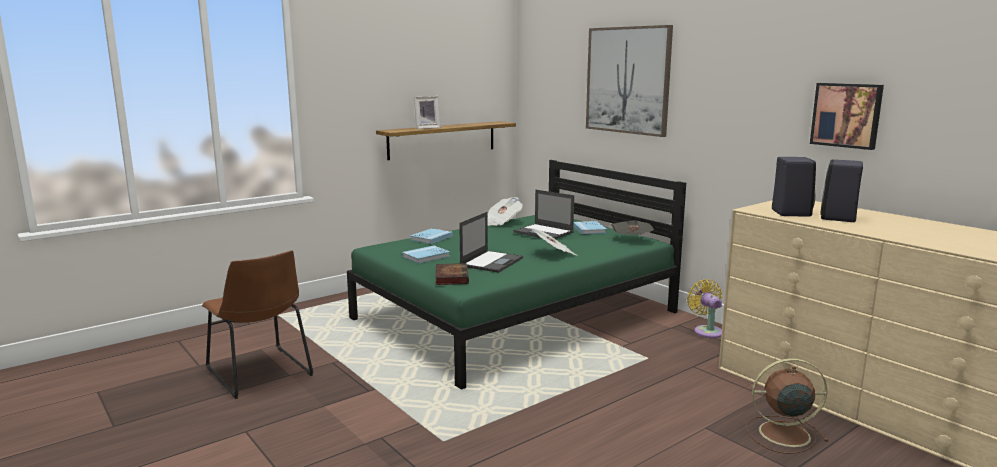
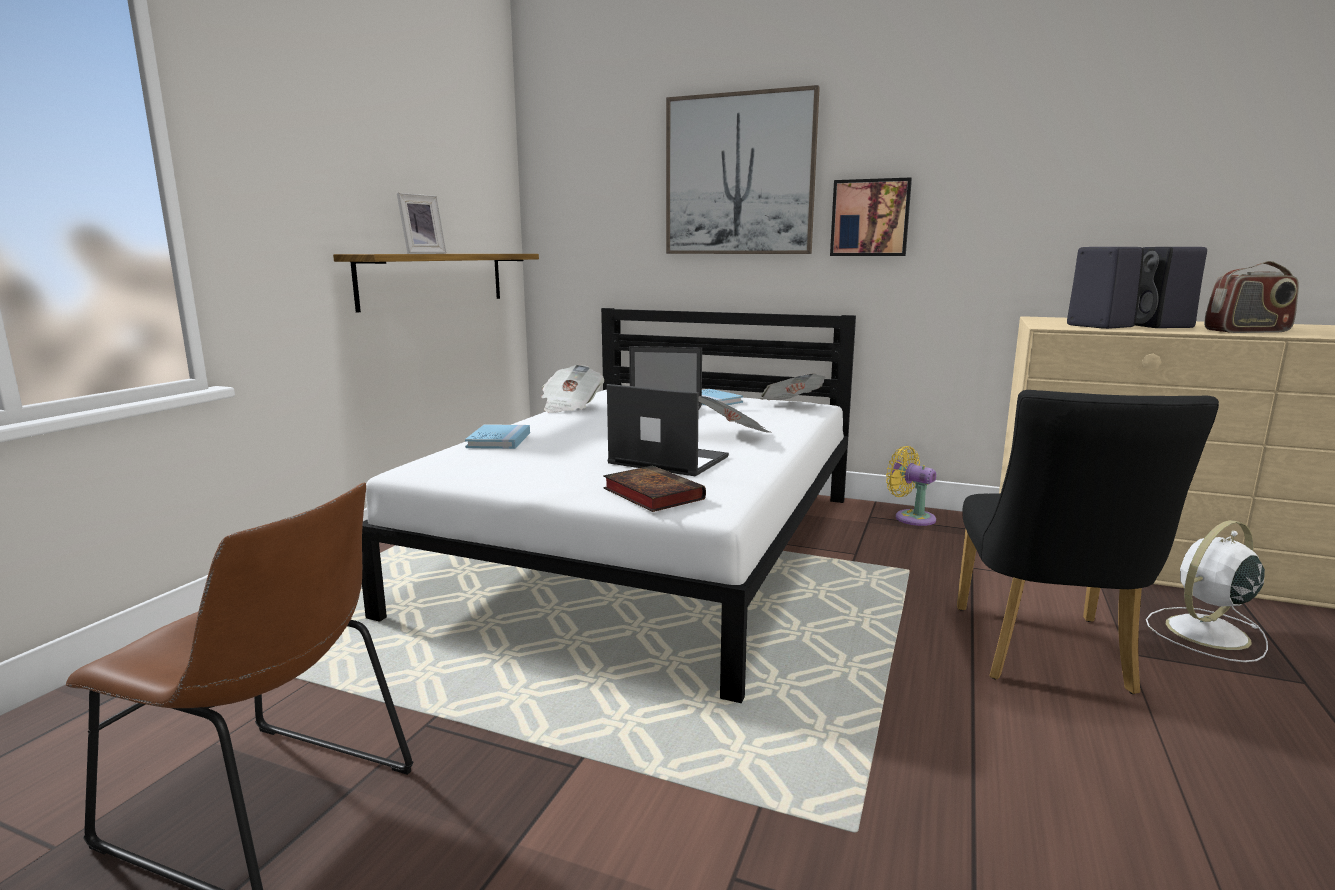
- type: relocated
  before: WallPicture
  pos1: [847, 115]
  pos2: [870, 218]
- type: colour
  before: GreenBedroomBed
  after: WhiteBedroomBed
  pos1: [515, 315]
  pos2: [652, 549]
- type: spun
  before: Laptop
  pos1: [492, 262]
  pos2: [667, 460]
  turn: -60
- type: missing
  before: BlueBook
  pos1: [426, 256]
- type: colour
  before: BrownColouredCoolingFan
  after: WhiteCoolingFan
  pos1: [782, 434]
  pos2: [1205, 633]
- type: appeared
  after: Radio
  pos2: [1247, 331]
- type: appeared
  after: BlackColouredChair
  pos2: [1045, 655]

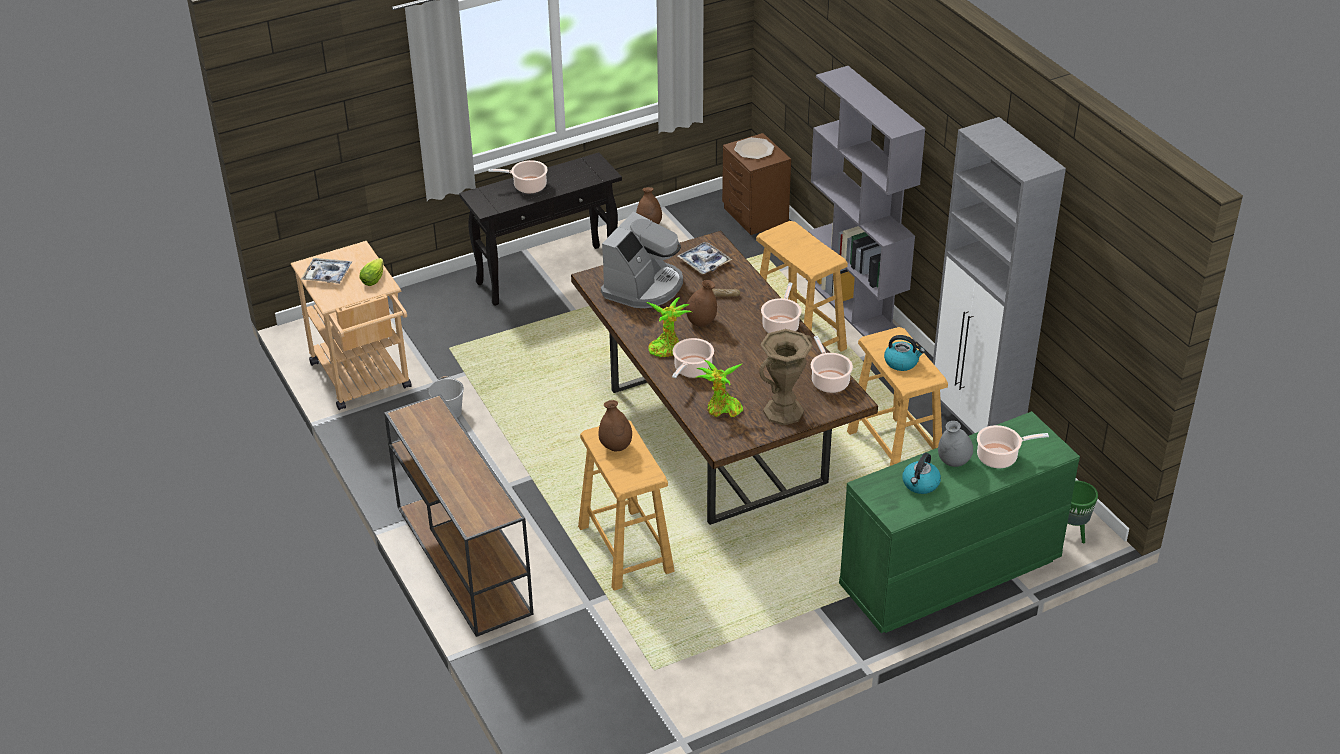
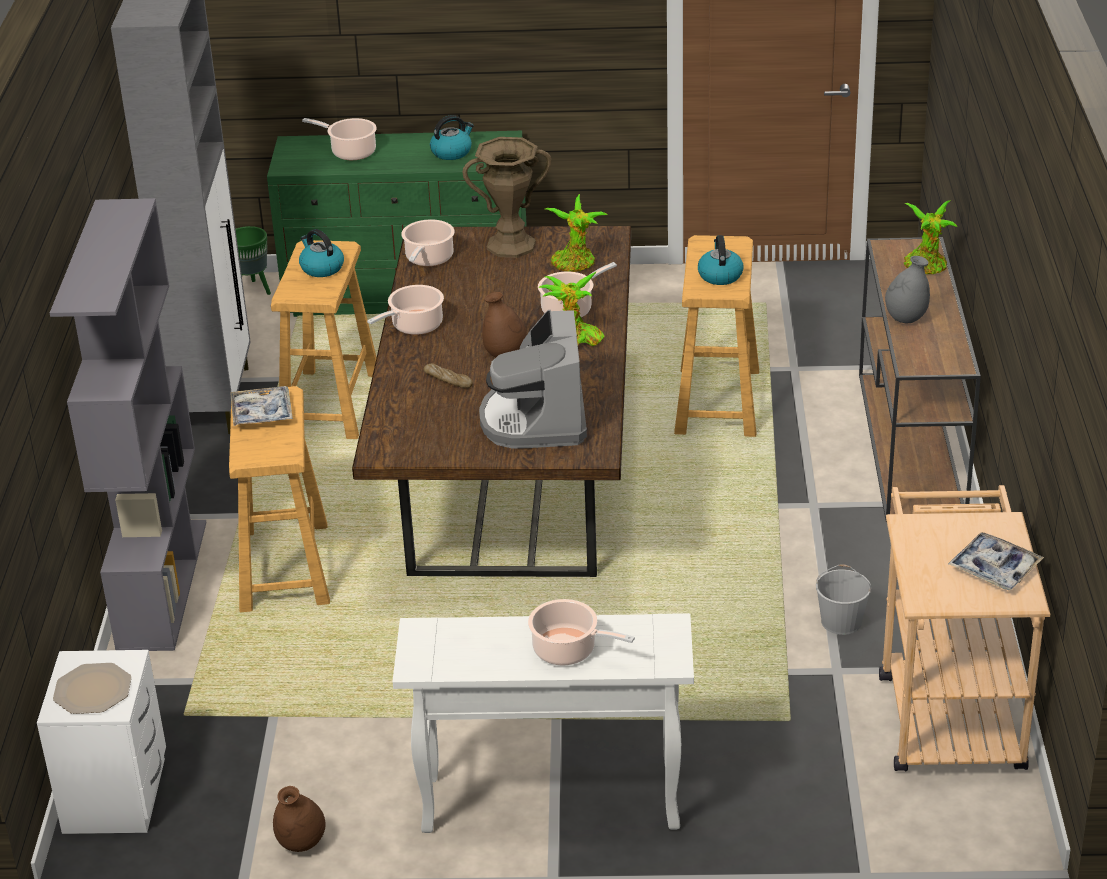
- type: colour
  before: BrownColouredNightTable
  after: WhiteNightTable
  pos1: [755, 216]
  pos2: [118, 794]
- type: colour
  before: BlackColouredNarrowTable
  after: WhiteNarrowTable
  pos1: [547, 274]
  pos2: [548, 803]
- type: spun
  before: CoffeeMaker
  pos1: [643, 287]
  pos2: [536, 419]
  turn: -60
- type: relocated
  before: ServingTray
  pos1: [704, 262]
  pos2: [262, 413]
- type: missing
  before: HeadOfLettuce
  pos1: [374, 278]
- type: exchanged
  before: BrownColouredDecorativeVase
  after: WaterKettle
  pos1: [615, 446]
  pos2: [720, 275]
- type: relocated
  before: GrayDecorativeVase
  pos1: [953, 462]
  pos2: [906, 318]
- type: appeared
  after: PottedPlant
  pos2: [926, 267]

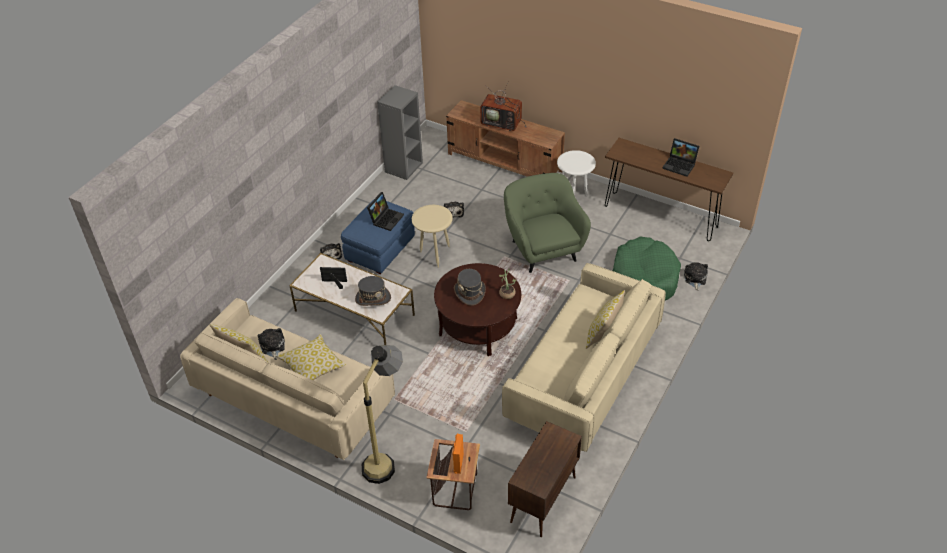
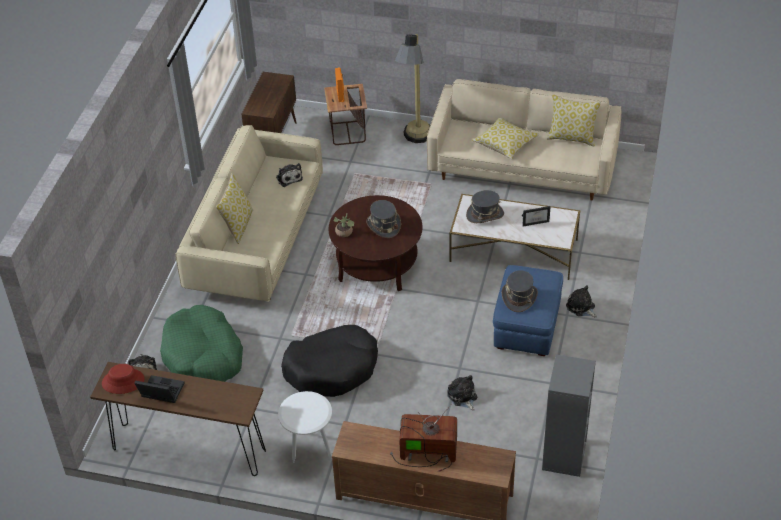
- type: exchanged
  before: GreenArmchair
  after: BlackColouredPetBed
  pos1: [543, 249]
  pos2: [332, 368]
- type: exchanged
  before: Laptop
  after: GrayWearableHat
  pos1: [386, 218]
  pos2: [519, 297]
- type: missing
  before: SandColouredAccentTable
  pos1: [434, 255]
- type: relocated
  before: PlushToy
  pos1: [272, 347]
  pos2: [288, 177]
- type: appeared
  after: RedWearableHat
  pos2: [123, 381]

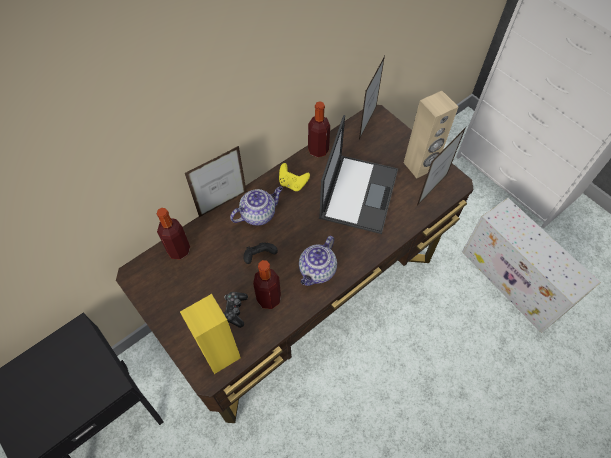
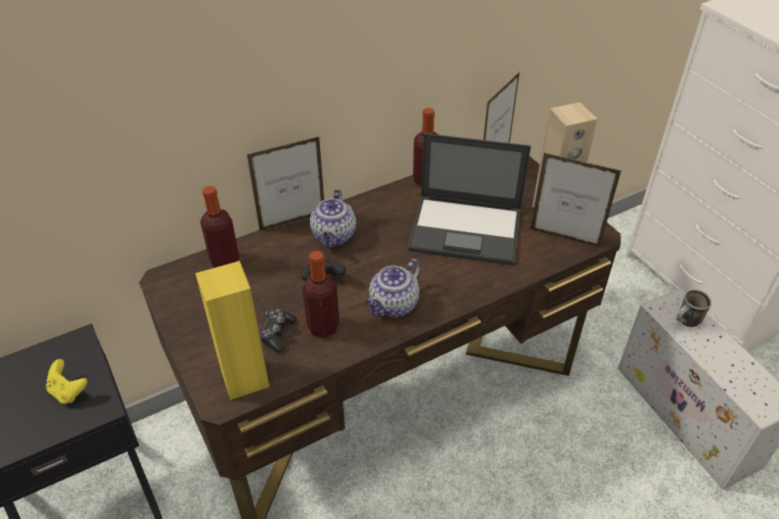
- type: spun
  before: Laptop
  pos1: [359, 193]
  pos2: [467, 230]
  turn: 75
- type: spun
  before: PhotoFrame
  pos1: [432, 189]
  pos2: [564, 238]
  turn: 60
- type: relocated
  before: YellowishGamepad
  pos1: [292, 183]
  pos2: [68, 391]
- type: spun
  before: PotForTea
  pos1: [258, 214]
  pos2: [334, 236]
  turn: 120
- type: appeared
  after: CoffeeMug
  pos2: [686, 322]

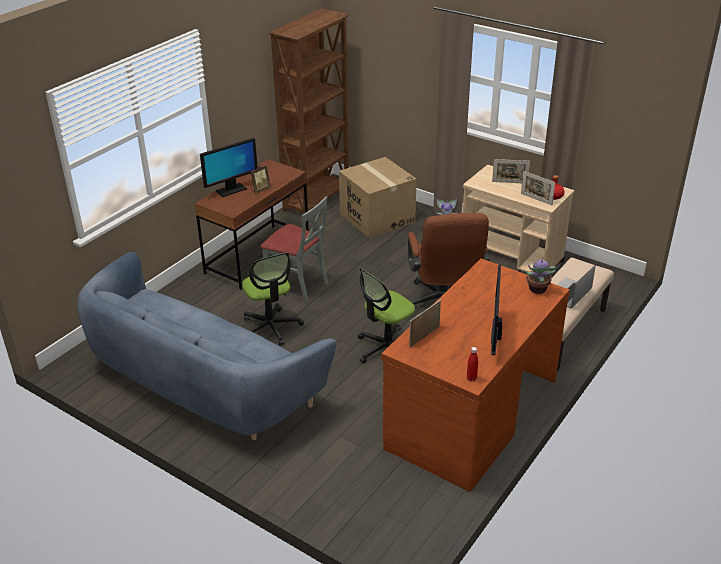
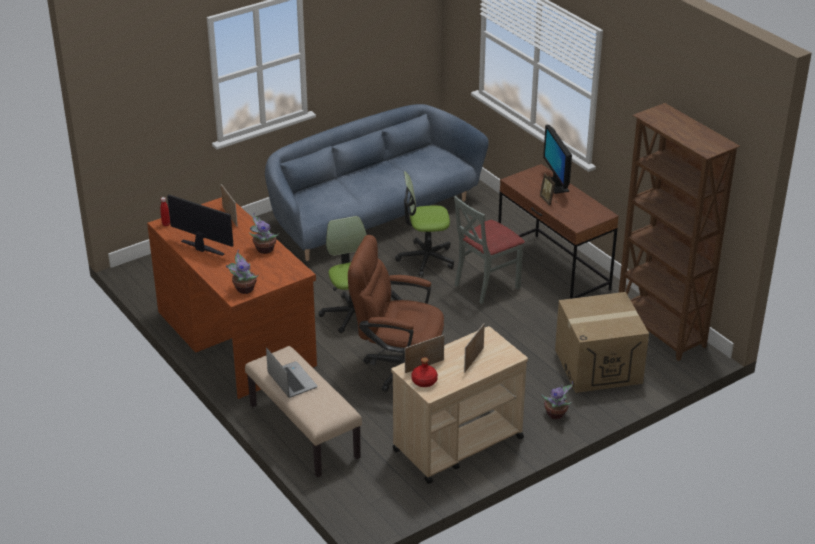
- type: appeared
  after: PottedPlant
  pos2: [264, 249]

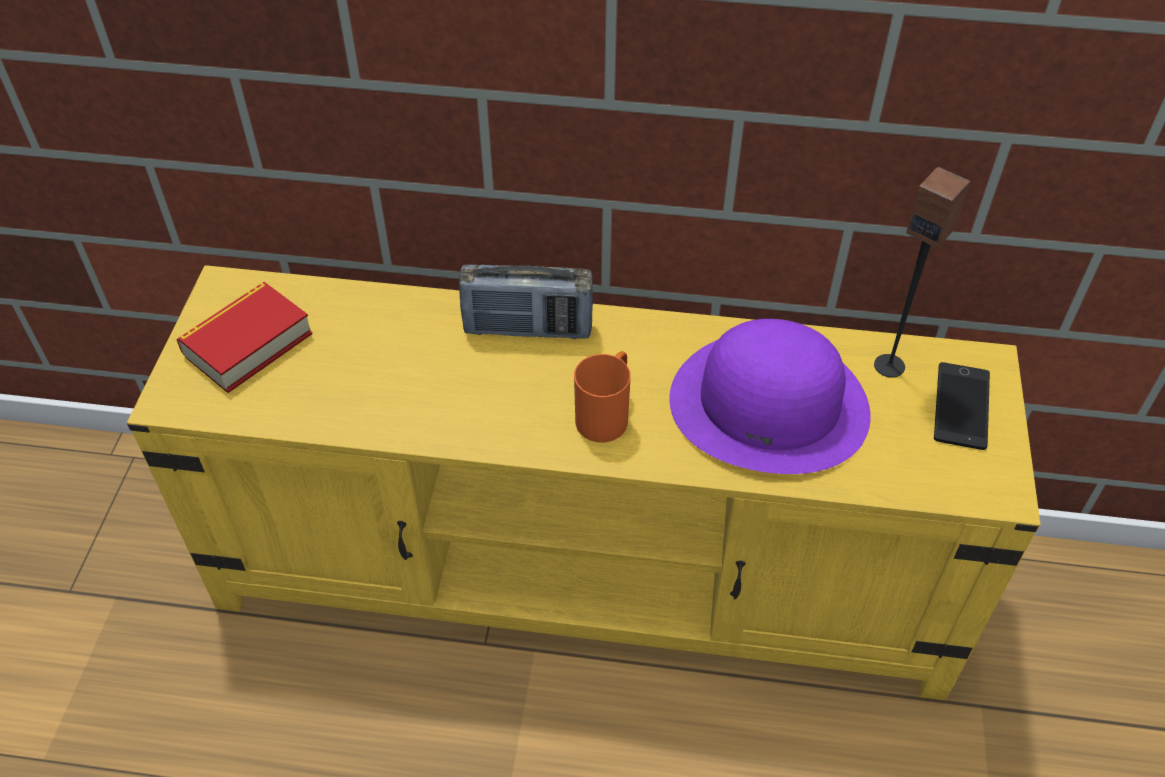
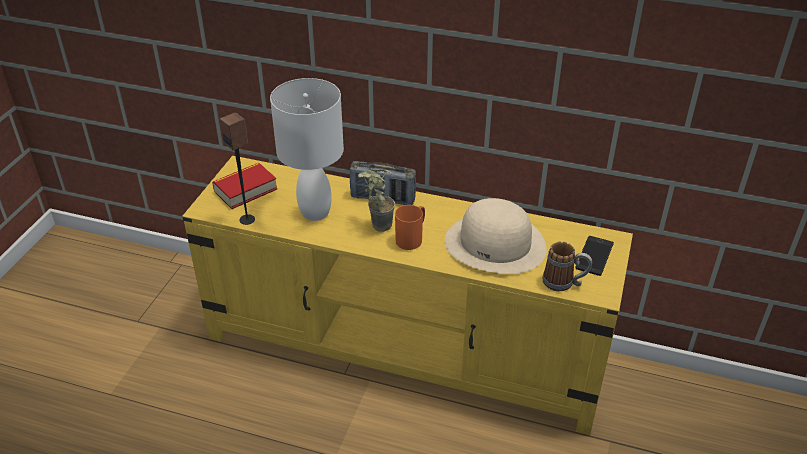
- type: relocated
  before: Loudspeaker
  pos1: [889, 365]
  pos2: [247, 219]
- type: colour
  before: PurpleWearableHat
  after: SandColouredWearableHat
  pos1: [770, 404]
  pos2: [495, 244]
- type: appeared
  after: WhiteLampForATable
  pos2: [316, 212]
- type: appeared
  after: PottedPlant
  pos2: [375, 225]
- type: appeared
  after: CoffeeMug
  pos2: [564, 283]

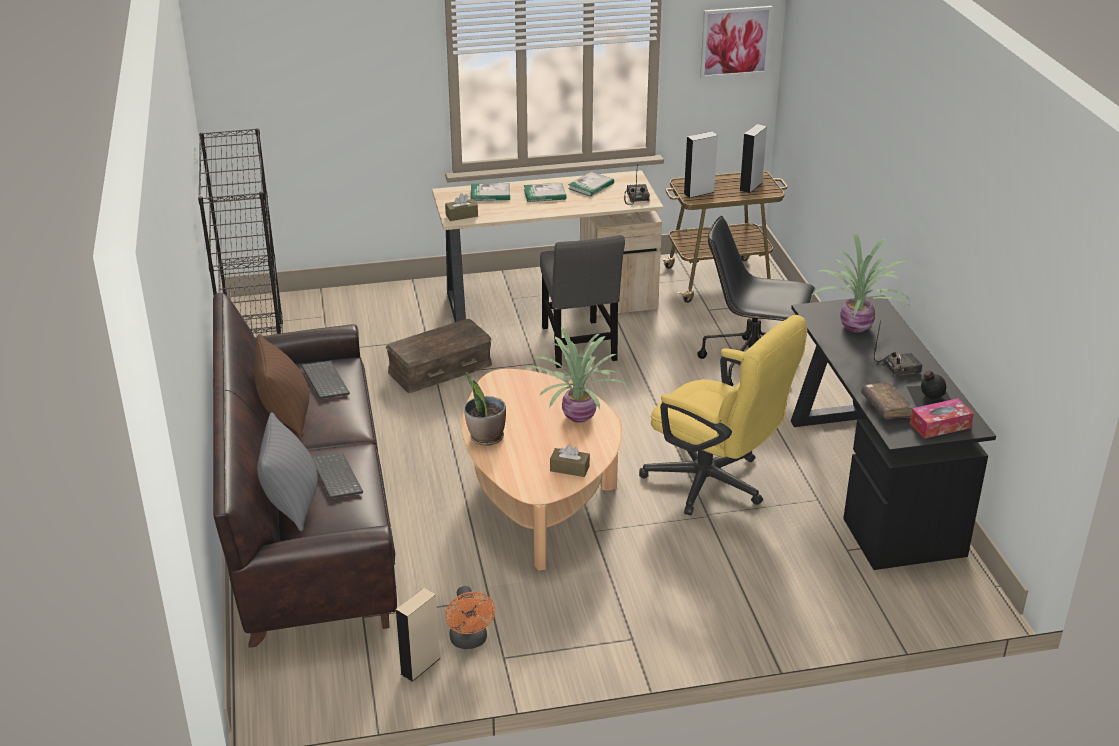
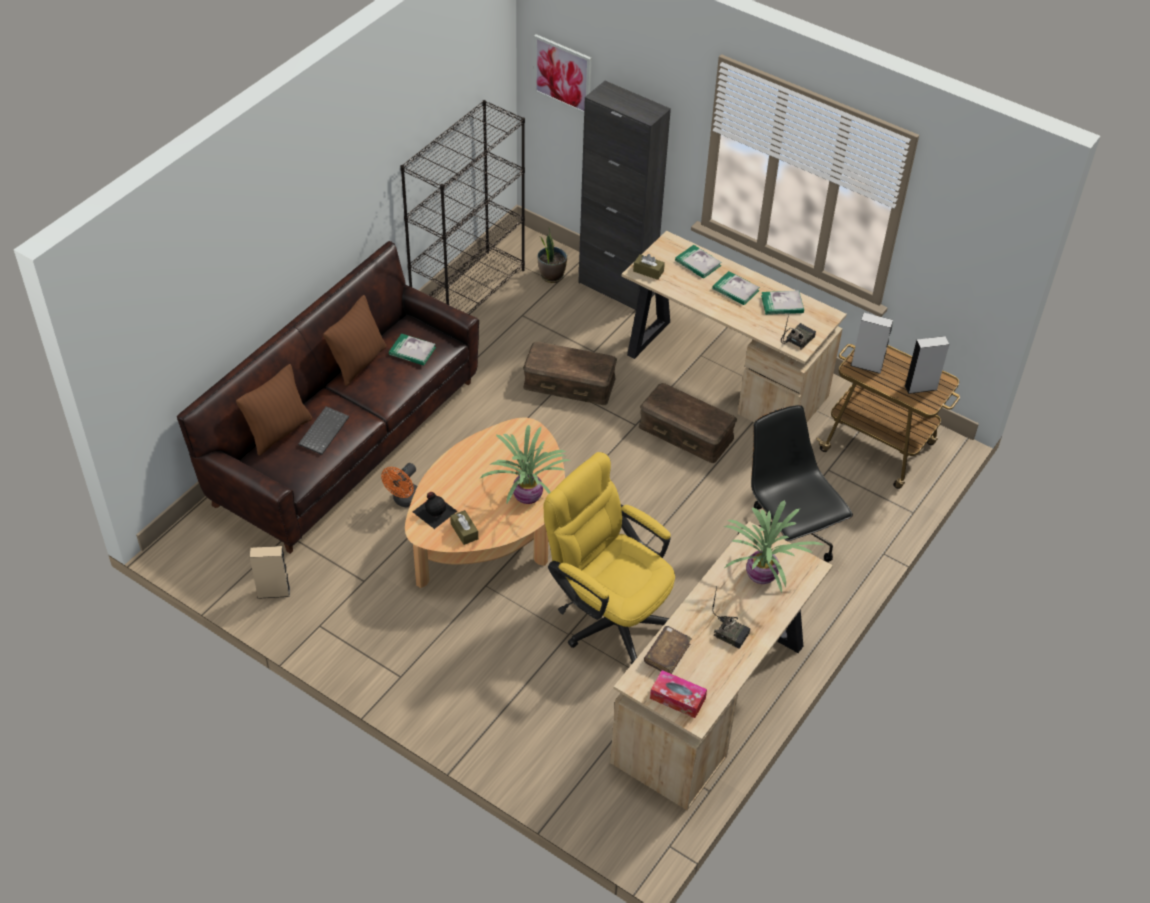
- type: relocated
  before: WallPicture
  pos1: [735, 41]
  pos2: [562, 74]
- type: exchanged
  before: GrayChair
  after: BrownColouredStorageBin
  pos1: [579, 346]
  pos2: [685, 432]
- type: colour
  before: BlackColouredDeskUnit
  after: SandColouredDeskUnit
  pos1: [870, 481]
  pos2: [715, 701]
- type: spun
  before: YellowishDeskChair
  pos1: [715, 485]
  pos2: [608, 615]
  turn: 135
- type: exchanged
  before: PcKeyboard
  after: Book
  pos1: [324, 381]
  pos2: [412, 351]
- type: relocated
  before: BlackColouredBottle
  pos1: [929, 395]
  pos2: [434, 510]
- type: relocated
  before: PottedPlant
  pos1: [486, 437]
  pos2: [551, 275]
- type: colour
  before: GrayCushion
  after: BrownColouredCushion
  pos1: [292, 503]
  pos2: [279, 432]
- type: relocated
  before: OrangeyCoolingFan
  pos1: [470, 641]
  pos2: [404, 500]
- type: appeared
  after: BlackColouredCupboard
  pos2: [616, 288]

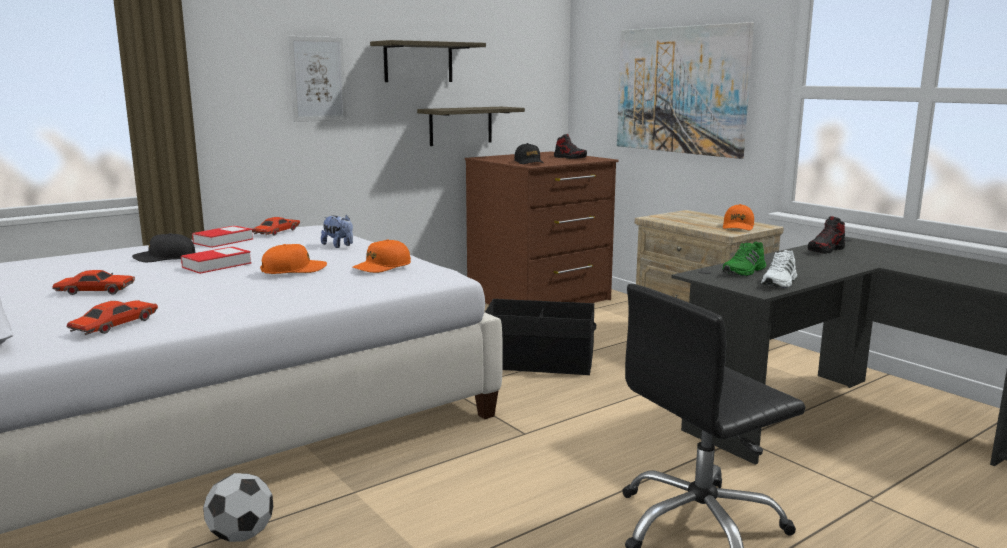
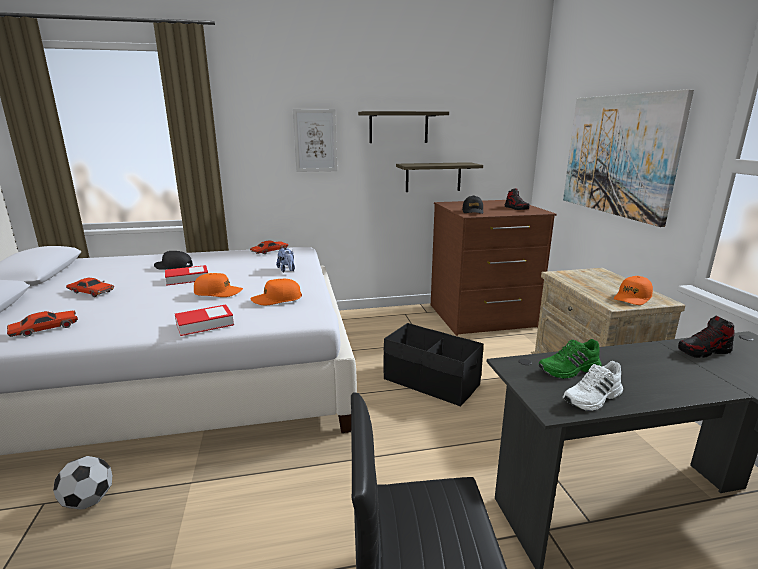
- type: relocated
  before: Book
  pos1: [223, 241]
  pos2: [205, 324]

